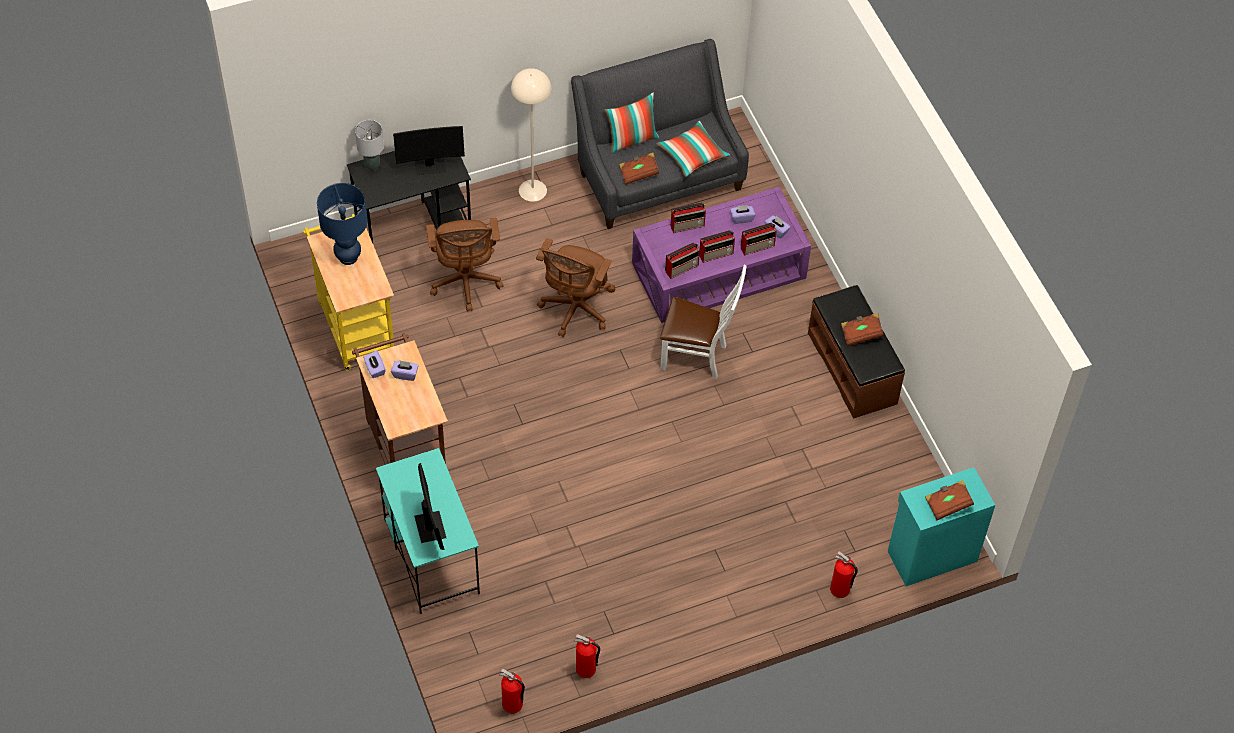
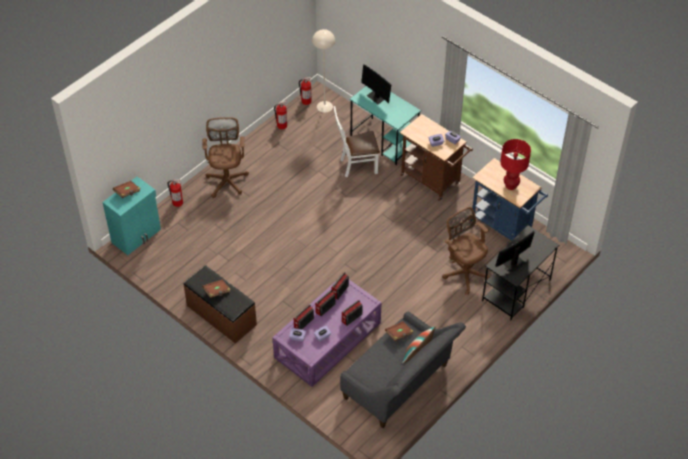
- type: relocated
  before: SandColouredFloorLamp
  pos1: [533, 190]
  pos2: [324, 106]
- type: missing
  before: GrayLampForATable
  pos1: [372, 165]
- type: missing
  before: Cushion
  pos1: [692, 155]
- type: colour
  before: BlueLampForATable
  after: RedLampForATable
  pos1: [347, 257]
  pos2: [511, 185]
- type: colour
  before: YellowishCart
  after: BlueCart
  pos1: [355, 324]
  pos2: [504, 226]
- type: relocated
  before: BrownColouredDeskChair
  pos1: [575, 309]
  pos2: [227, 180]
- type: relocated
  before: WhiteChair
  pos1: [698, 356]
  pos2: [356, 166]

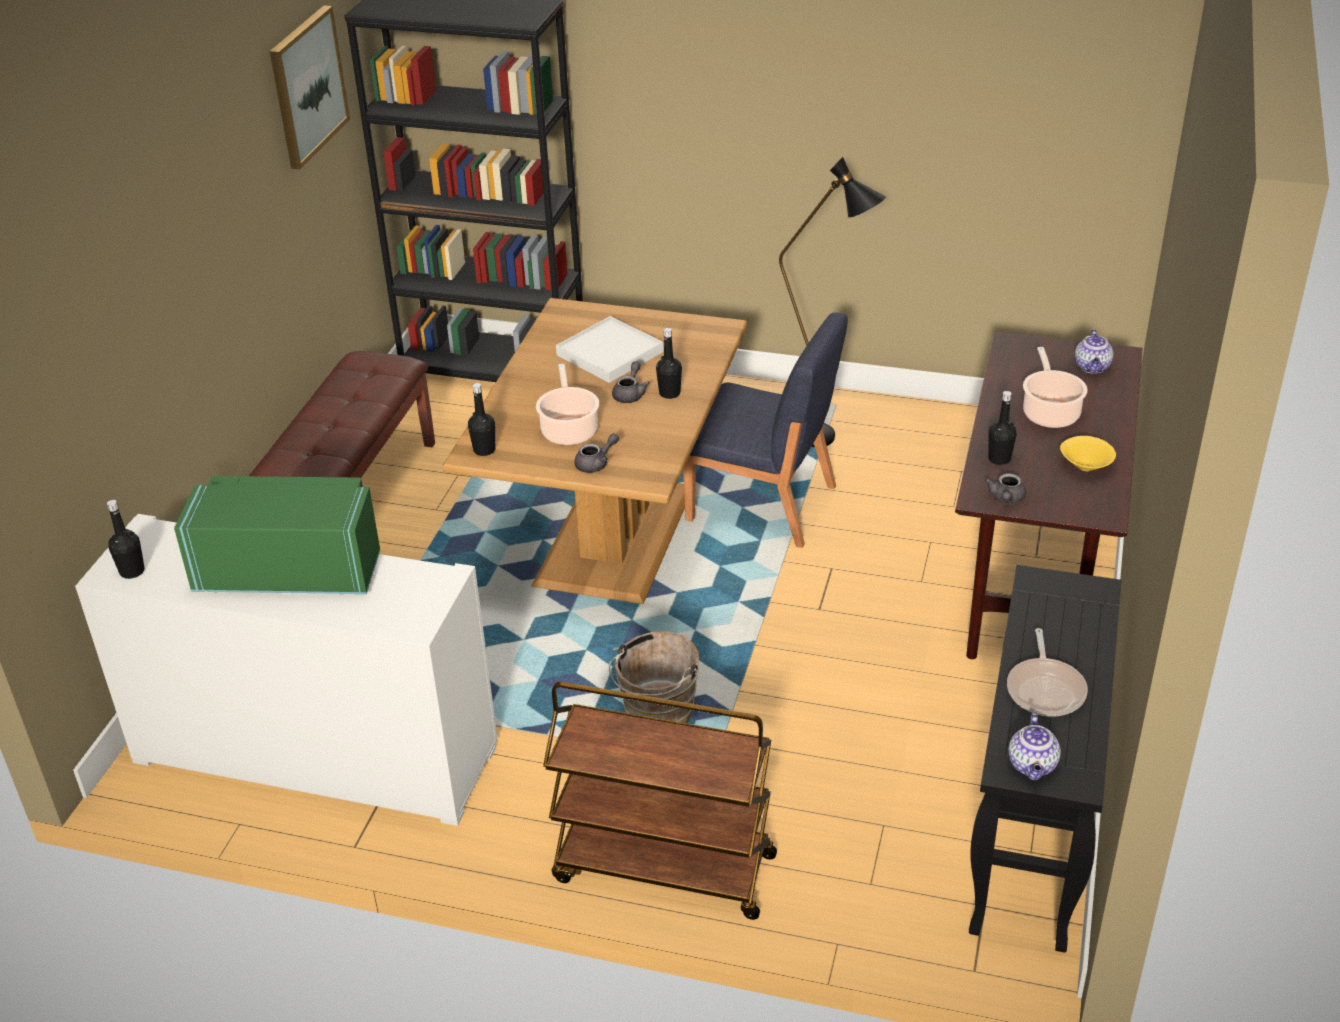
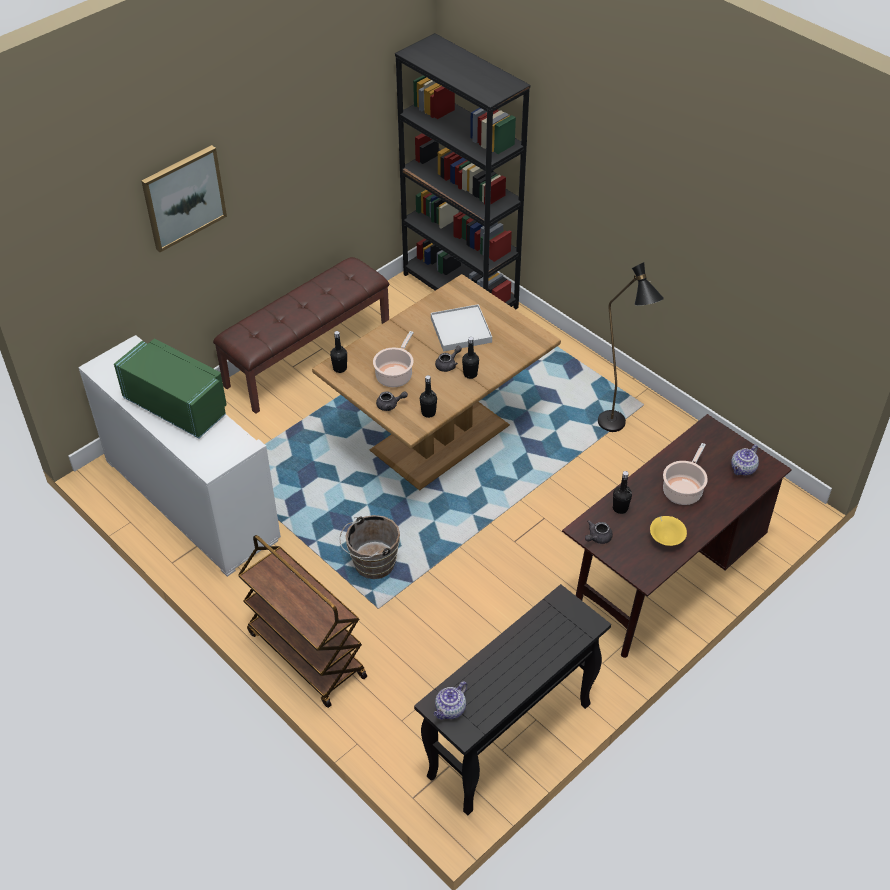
- type: relocated
  before: WallPicture
  pos1: [307, 86]
  pos2: [183, 197]
- type: missing
  before: BlueChair
  pos1: [763, 504]
- type: relocated
  before: BlackColouredBottle
  pos1: [132, 571]
  pos2: [428, 413]
- type: missing
  before: Pan
  pos1: [1045, 689]

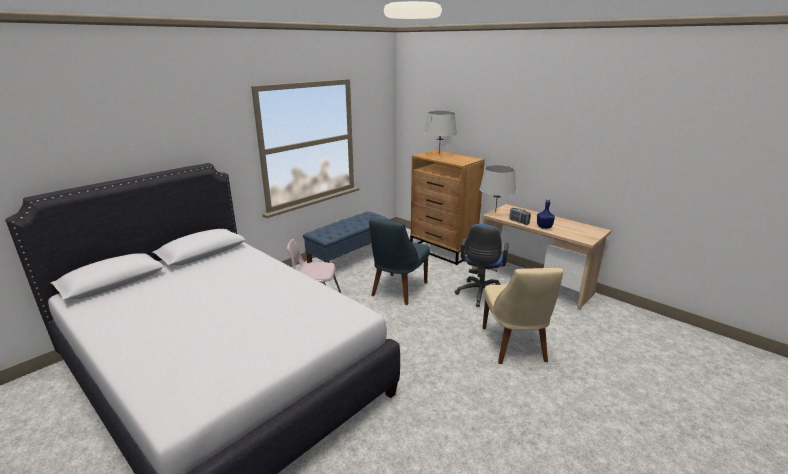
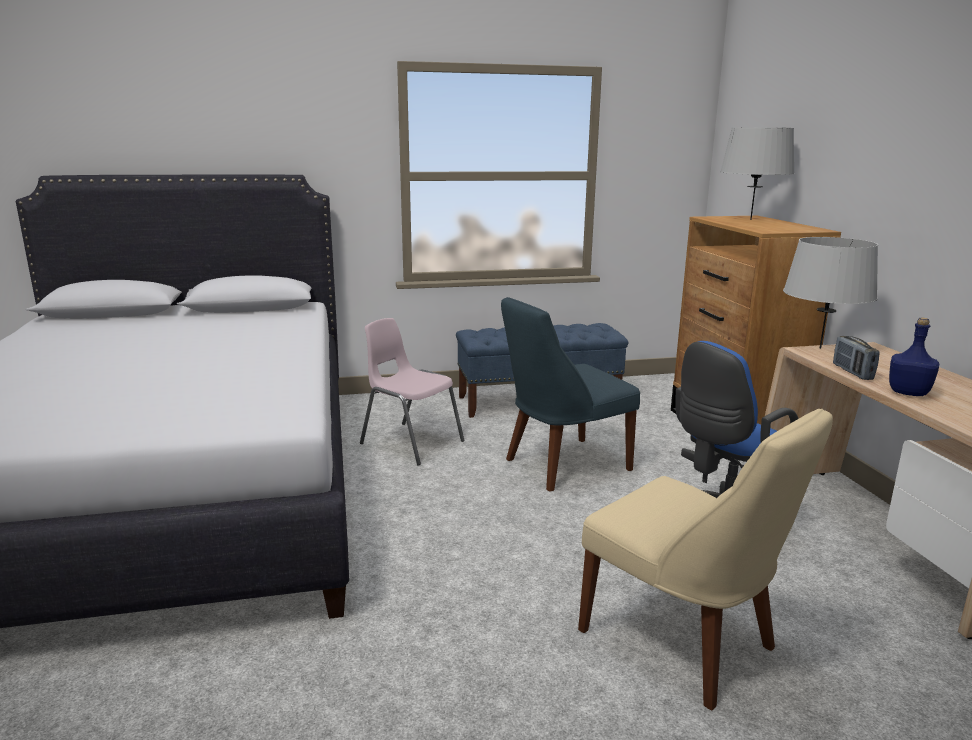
- type: spun
  before: SandColouredChair
  pos1: [515, 346]
  pos2: [683, 643]
  turn: -75

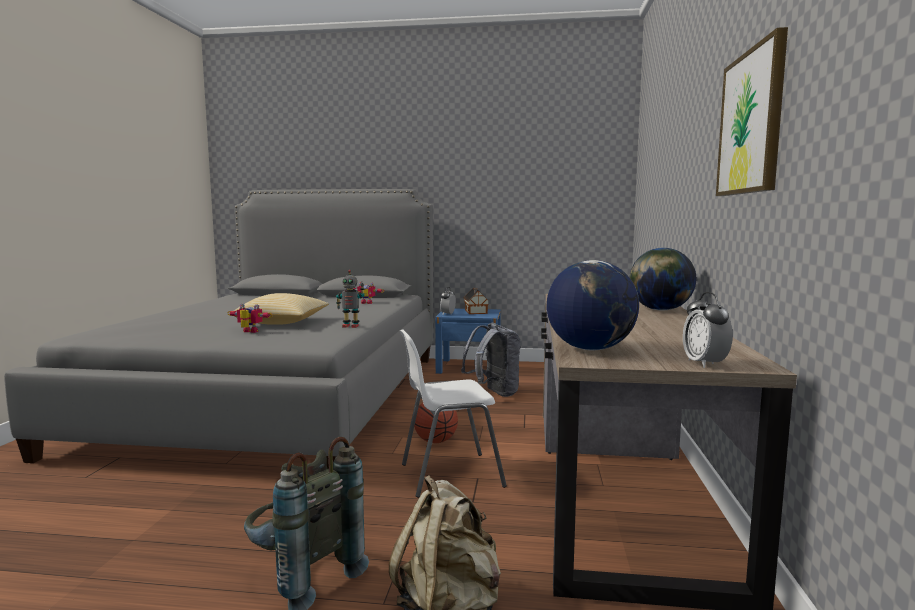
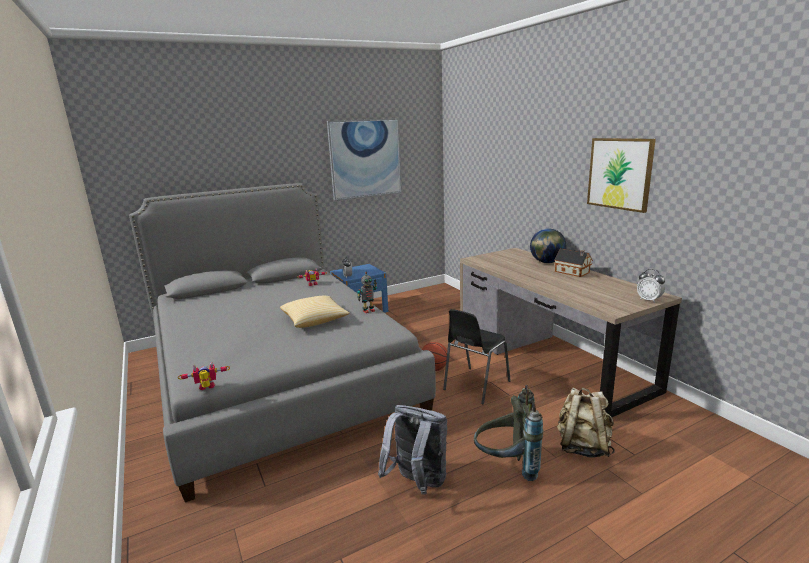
- type: missing
  before: DeskGlobe
  pos1: [590, 349]
- type: relocated
  before: ModelHouse
  pos1: [475, 312]
  pos2: [573, 272]
- type: relocated
  before: ToyRobot
  pos1: [248, 332]
  pos2: [207, 388]
- type: relocated
  before: GrayBackpack
  pos1: [494, 393]
  pos2: [417, 483]
- type: colour
  before: WhiteChair
  after: BlackColouredChair
  pos1: [448, 475]
  pos2: [475, 386]
- type: appeared
  after: WallPicture
  pos2: [365, 158]

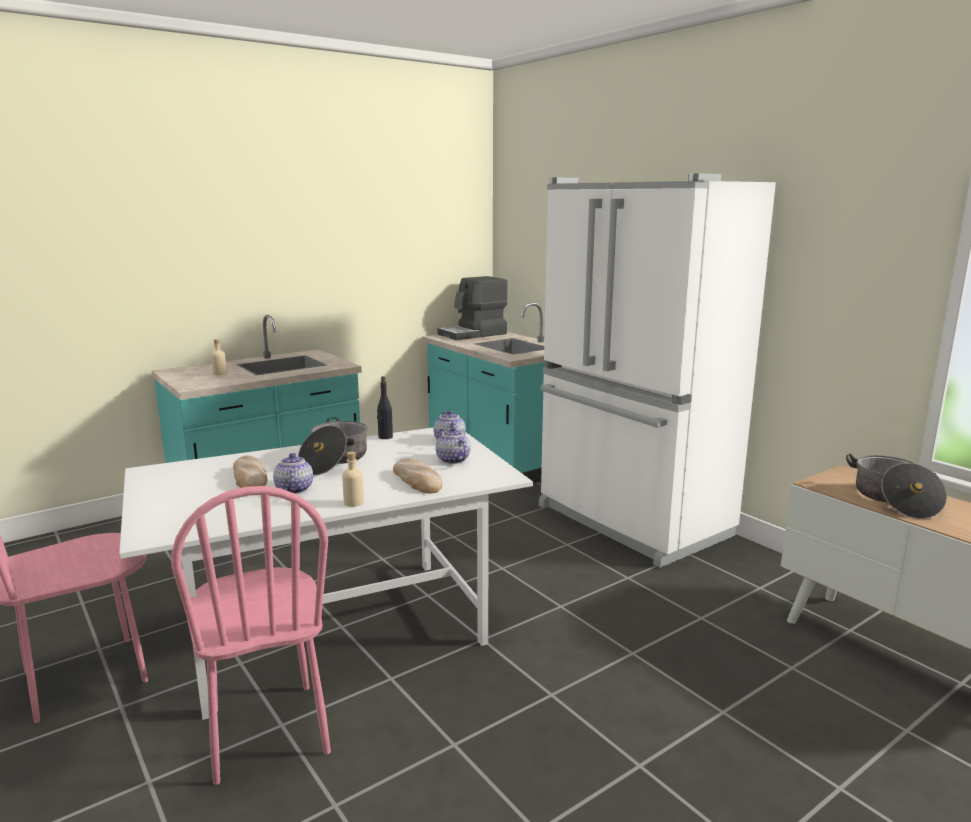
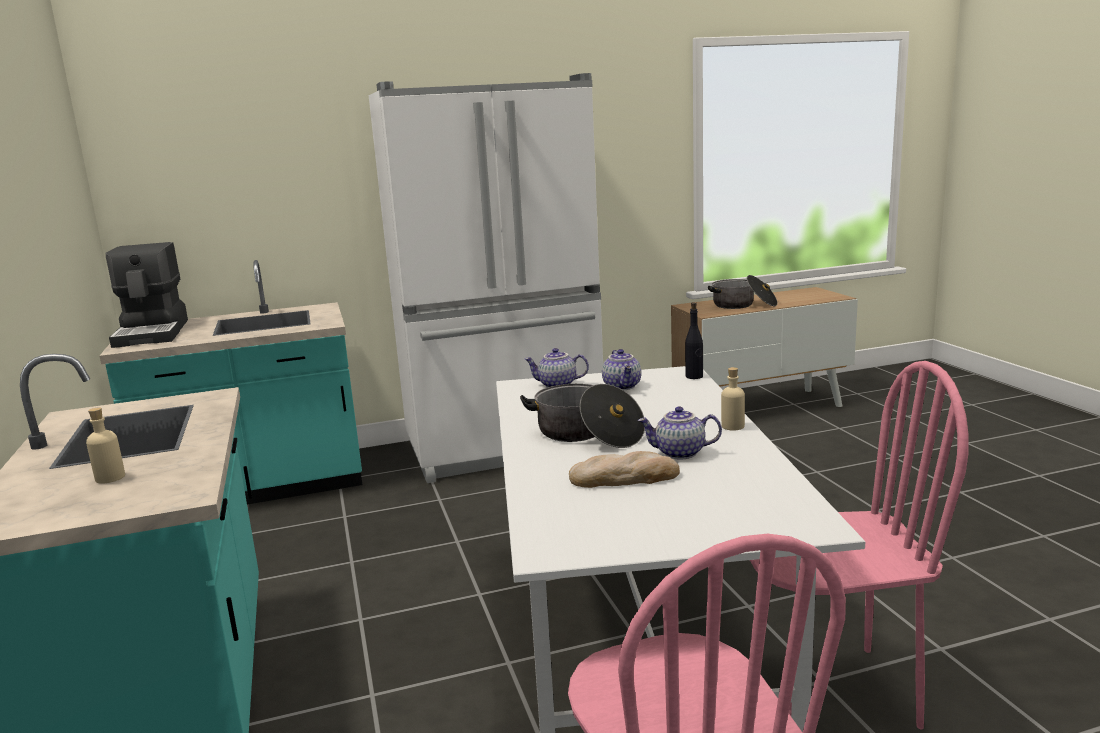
- type: relocated
  before: BlackColouredBottle
  pos1: [385, 437]
  pos2: [694, 376]
- type: spun
  before: PotForTea
  pos1: [452, 460]
  pos2: [623, 386]
  turn: -90
- type: missing
  before: BakeryBread
  pos1: [418, 480]

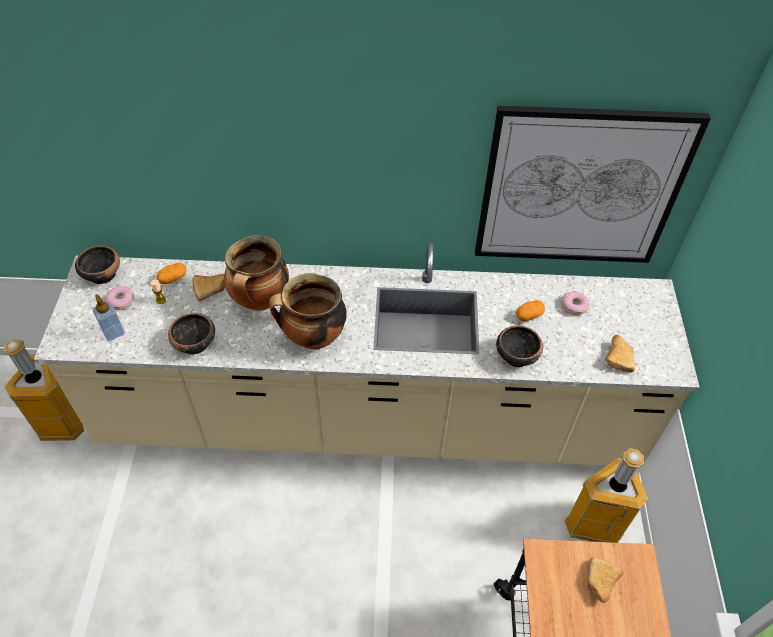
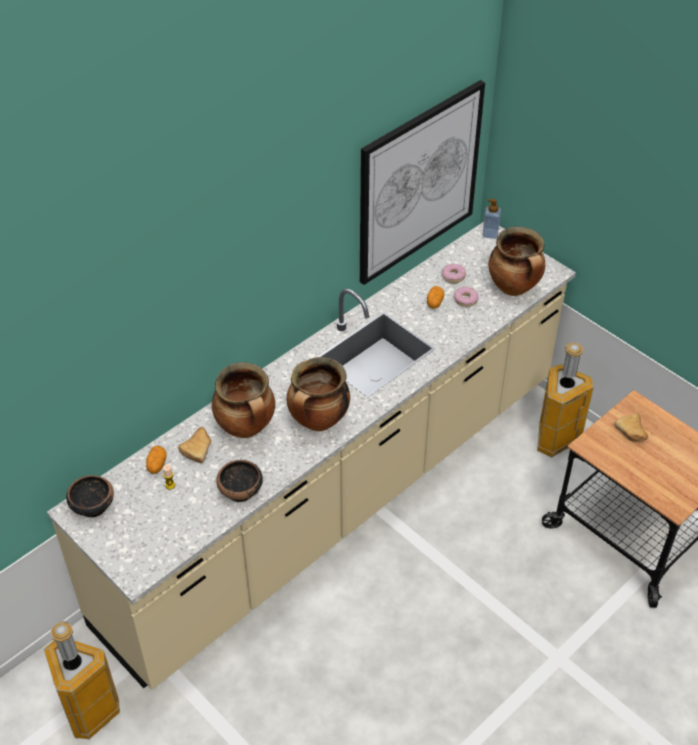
- type: relocated
  before: Donut
  pos1: [121, 300]
  pos2: [465, 299]
- type: relocated
  before: LiquidSoapBottle
  pos1: [113, 332]
  pos2: [490, 234]
- type: missing
  before: Bowl
  pos1: [516, 355]
- type: exchanged
  before: BakeryBread
  after: Stockpot
  pos1: [618, 357]
  pos2: [514, 288]

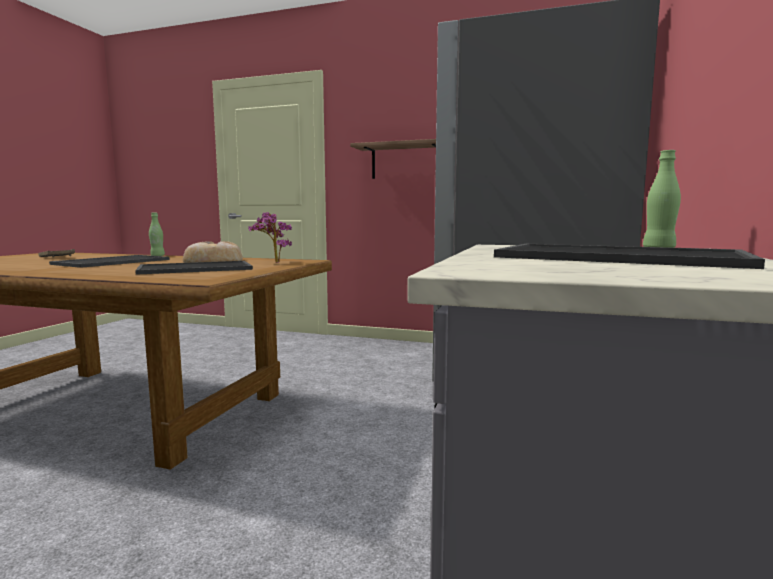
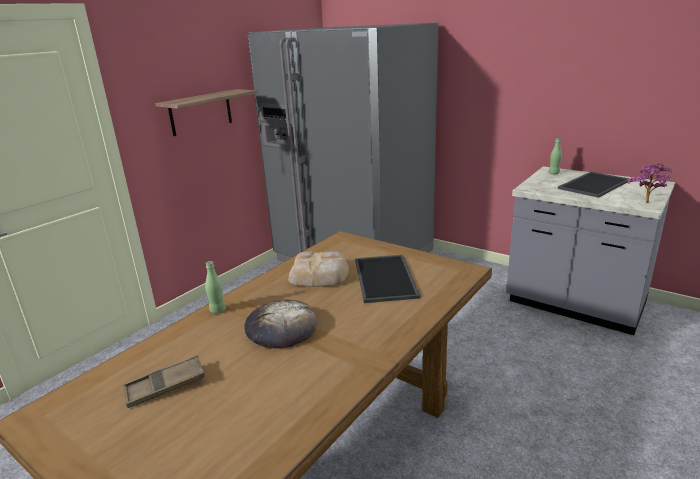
- type: relocated
  before: PottedPlant
  pos1: [273, 262]
  pos2: [647, 203]
- type: exchanged
  before: ServingTray
  after: BakeryBread
  pos1: [112, 262]
  pos2: [281, 328]

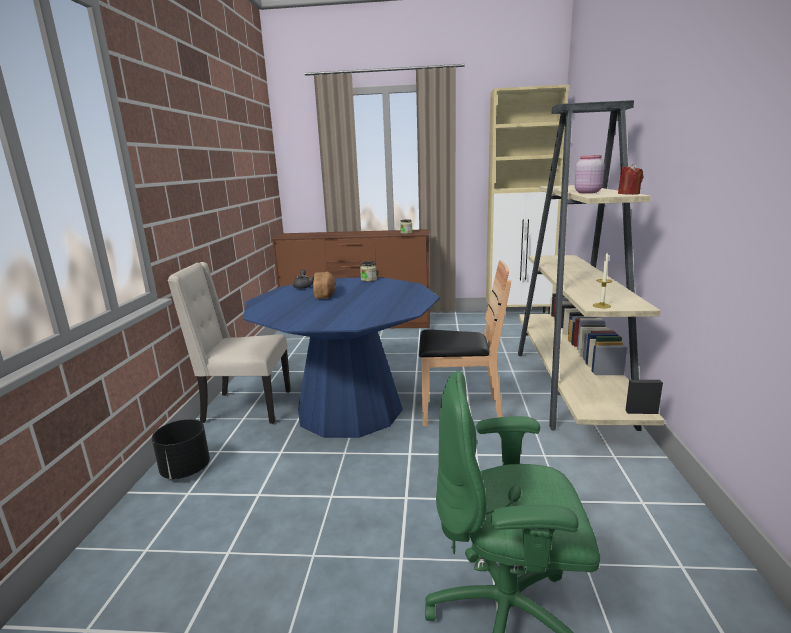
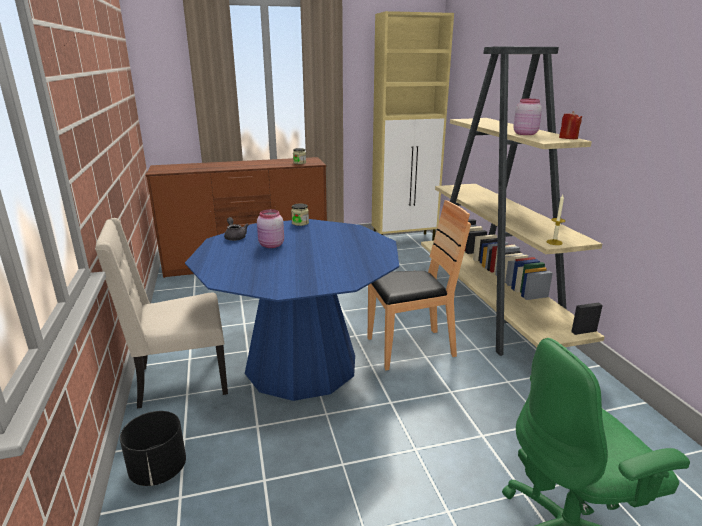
- type: exchanged
  before: BakeryBread
  after: PinkColouredStorageJar
  pos1: [325, 294]
  pos2: [271, 245]

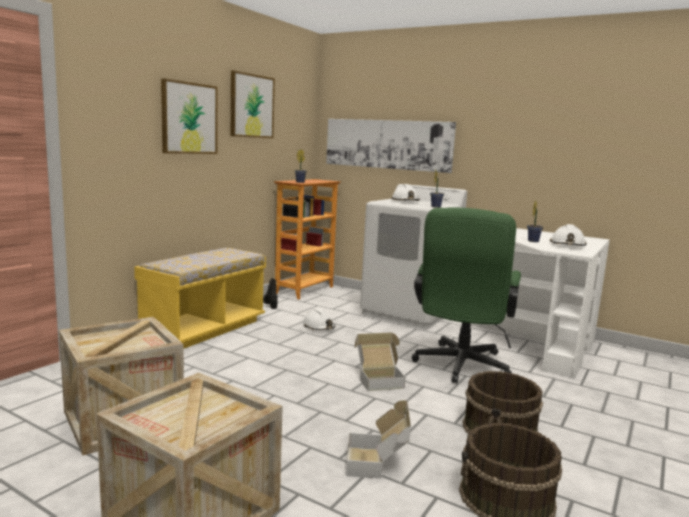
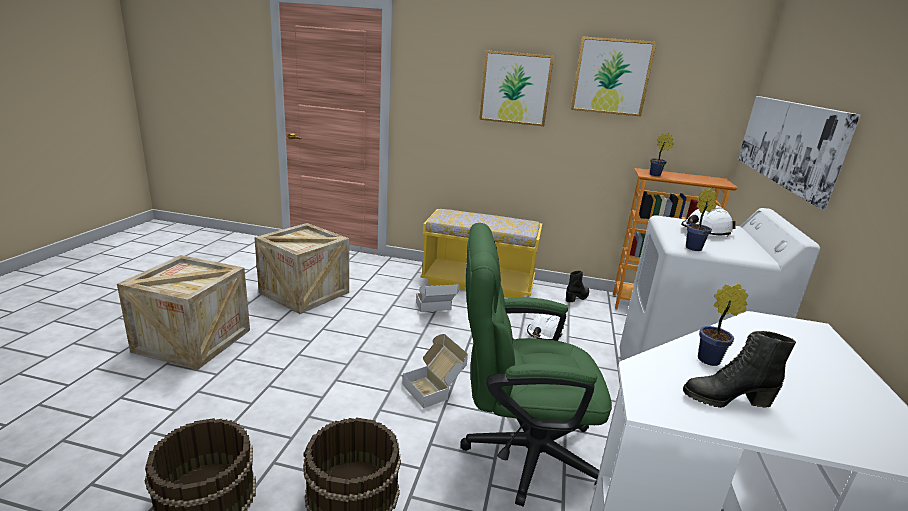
- type: exchanged
  before: WhiteSafetyHelmet
  after: BlackColouredHighTopBoot
  pos1: [567, 245]
  pos2: [725, 399]
- type: relocated
  before: Carton
  pos1: [378, 463]
  pos2: [435, 310]

